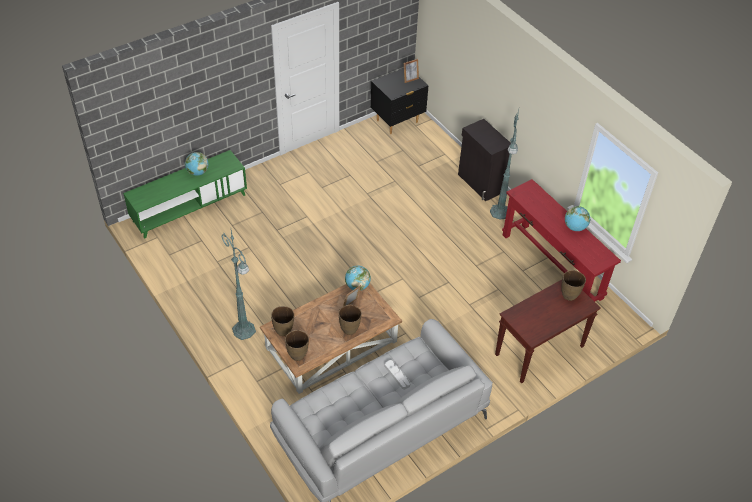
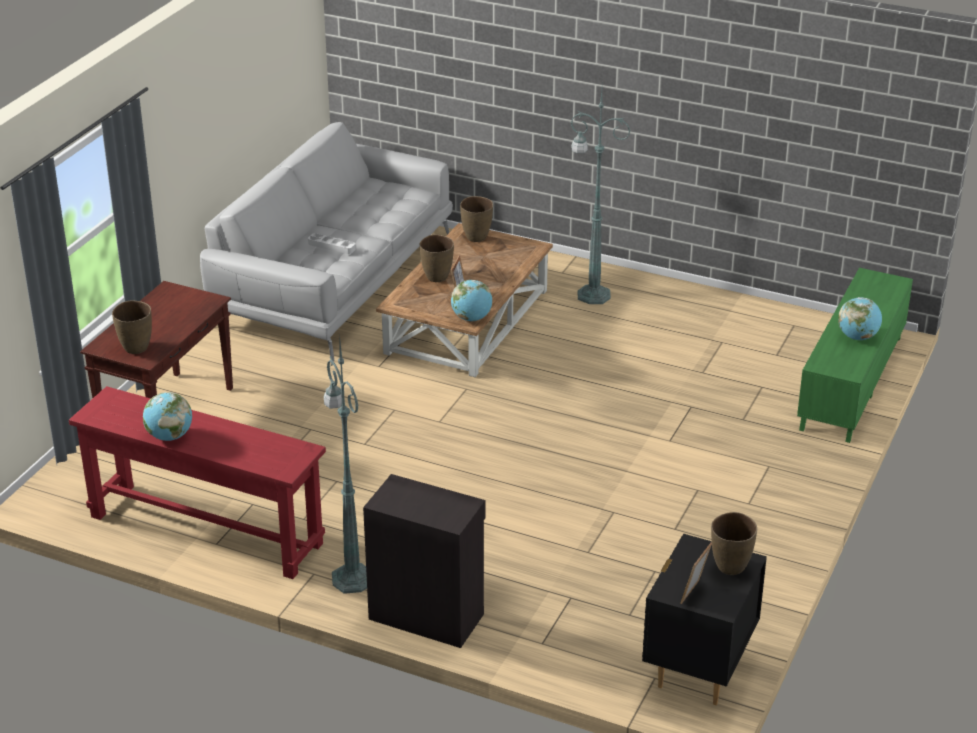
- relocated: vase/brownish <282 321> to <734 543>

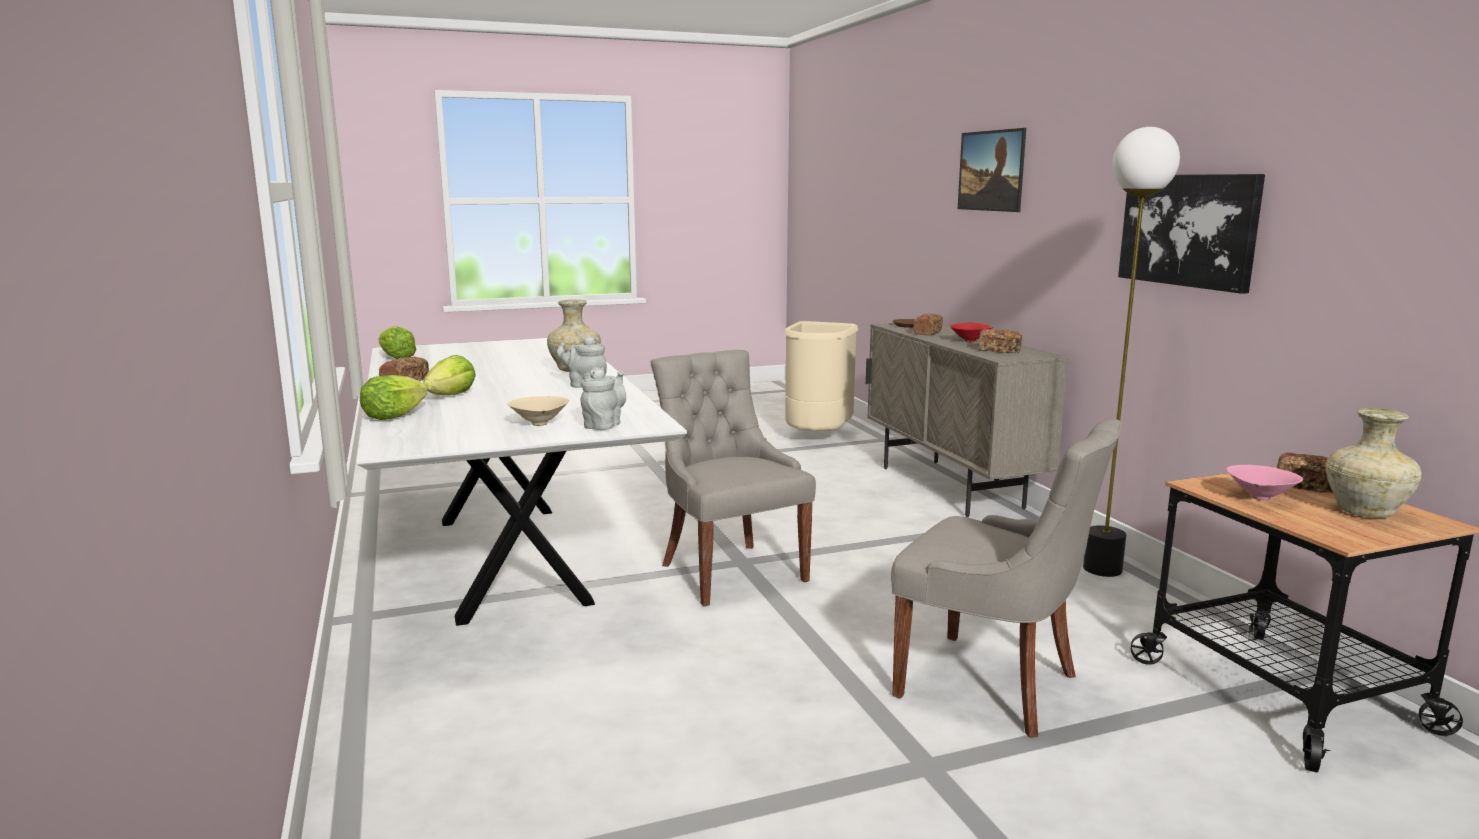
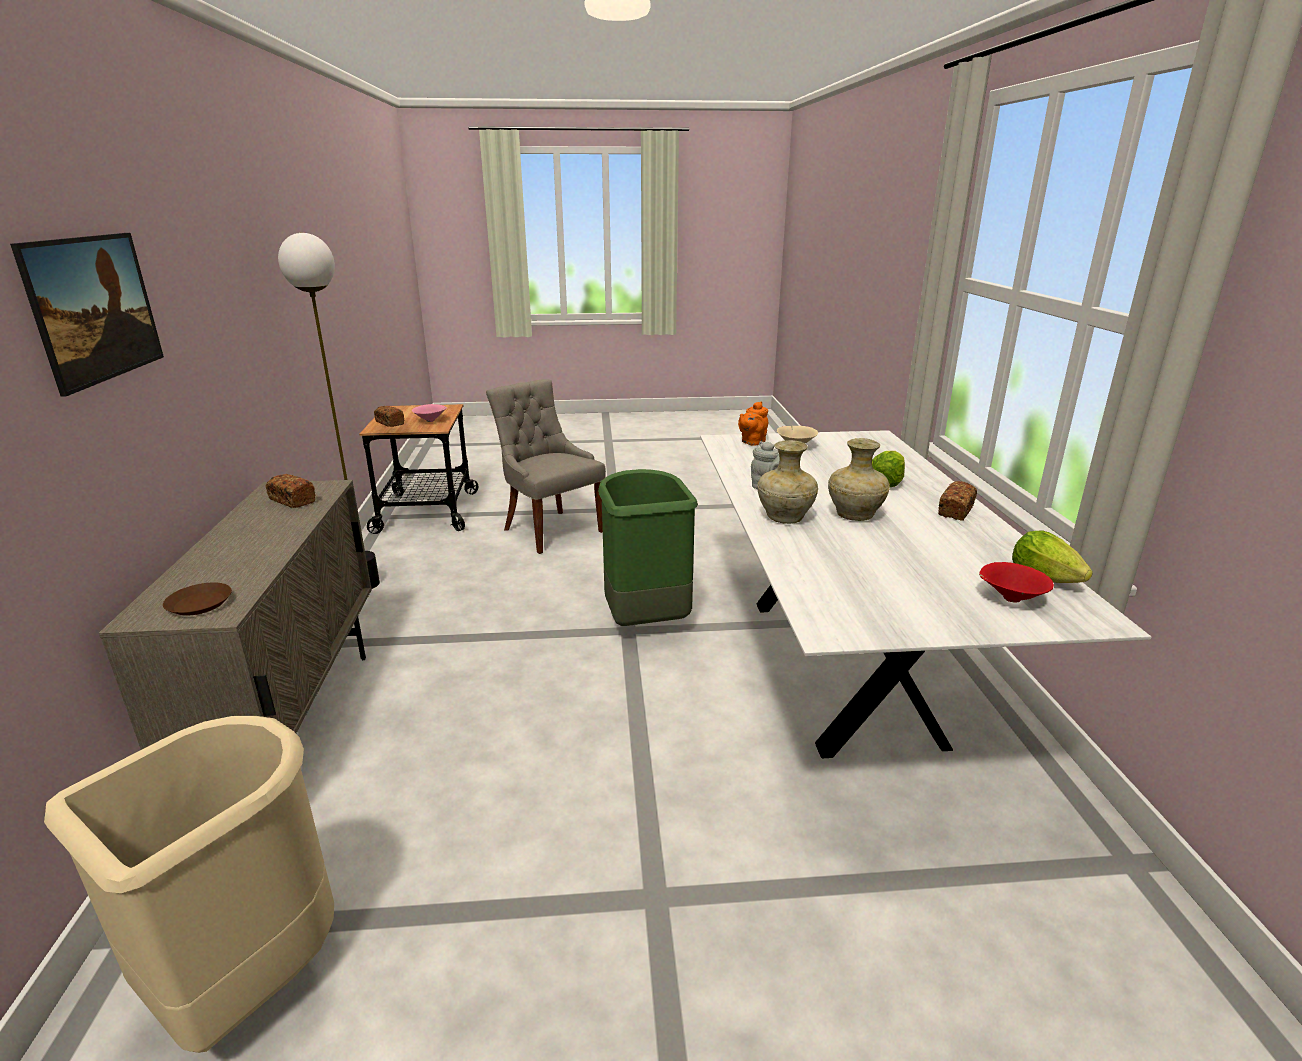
- exchanged: plain chair/grey <733 478> to waste bin/green <648 547>
- colour: tea pot/grey <603 399> to tea pot/orangey <753 423>
- relocated: vase/beige <1374 463> to <859 479>
- relocated: deep dish/red <971 332> to <1016 582>
- missing: lettuce <394 397>
- missing: bread <928 325>
- missing: wall art <1191 234>

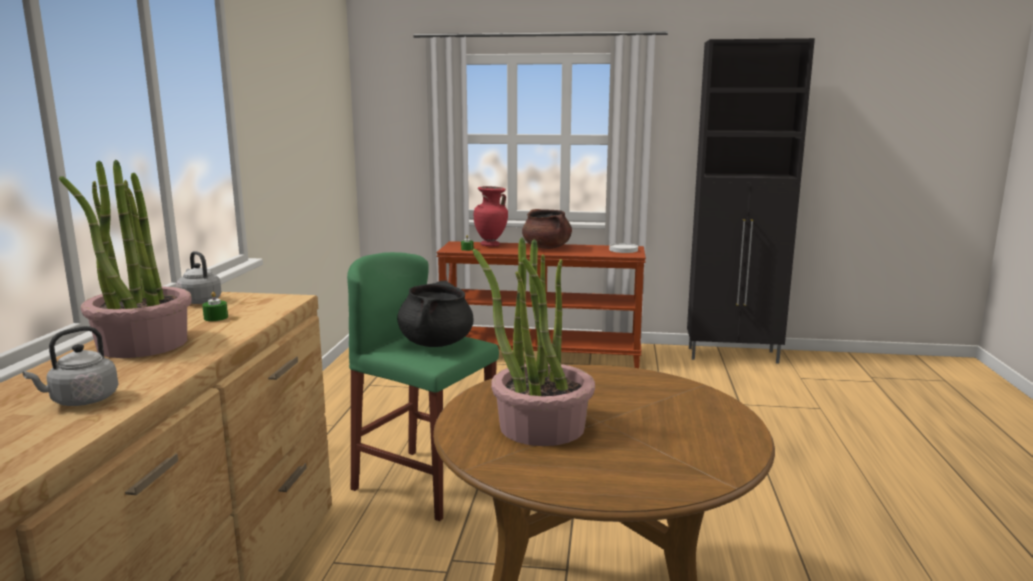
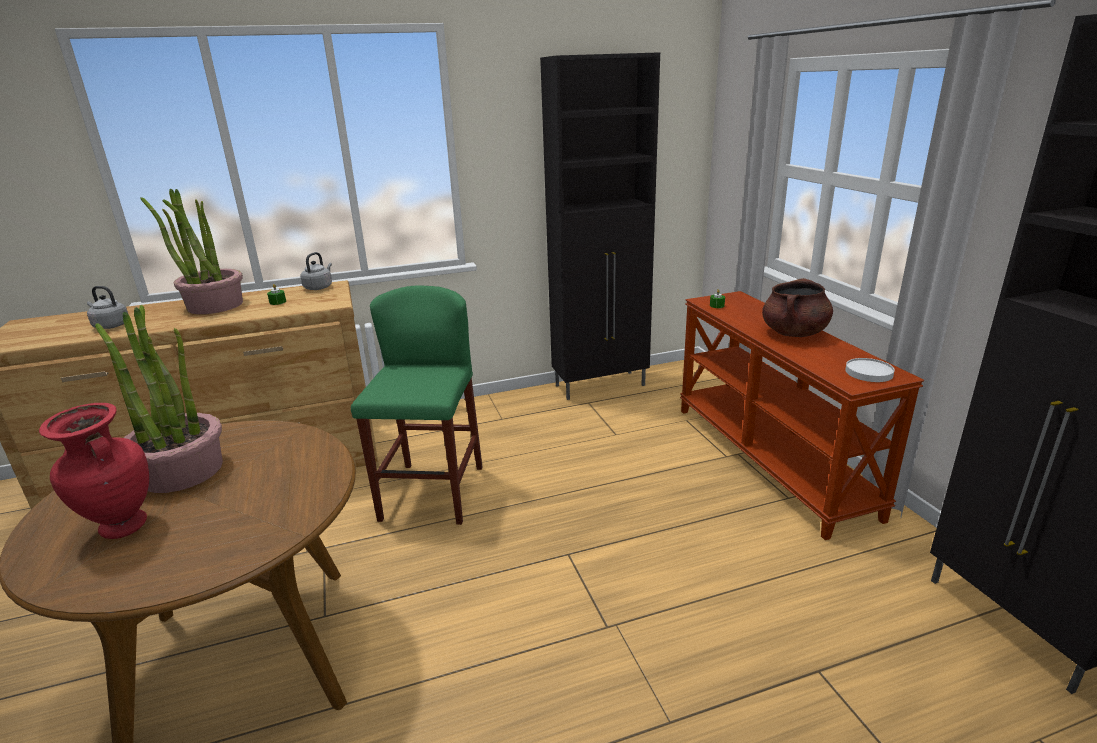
- relocated: vase/red <491 216> to <94 471>
- appeared: cabinet/black-coloured <600 226>
- missing: saucepot/black-coloured <435 314>

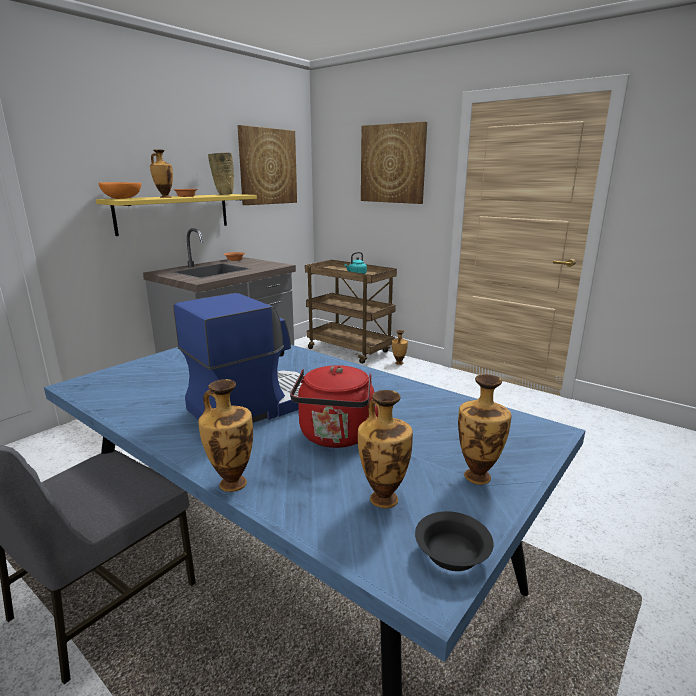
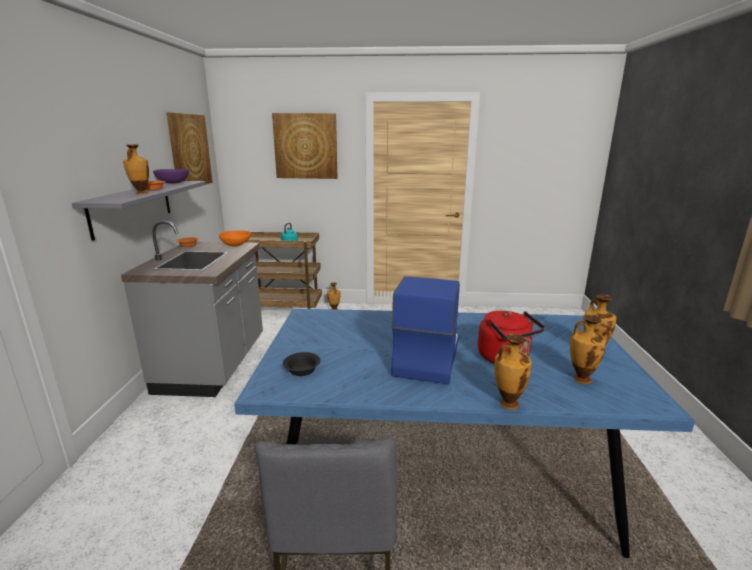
- colour: shelf/yellowish <176 215> to shelf/grey <139 211>
- exchanged: vase/beige <221 173> to deep dish/purplish <171 176>
- relocated: deep dish/orangey <120 190> to <235 238>
- relocated: deep dish/black-coloured <454 541> to <302 364>

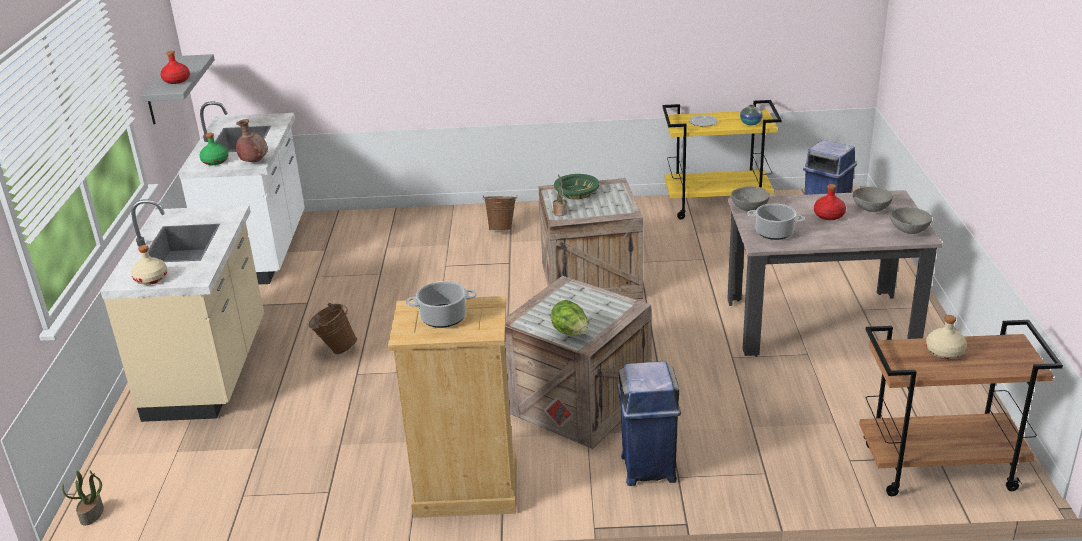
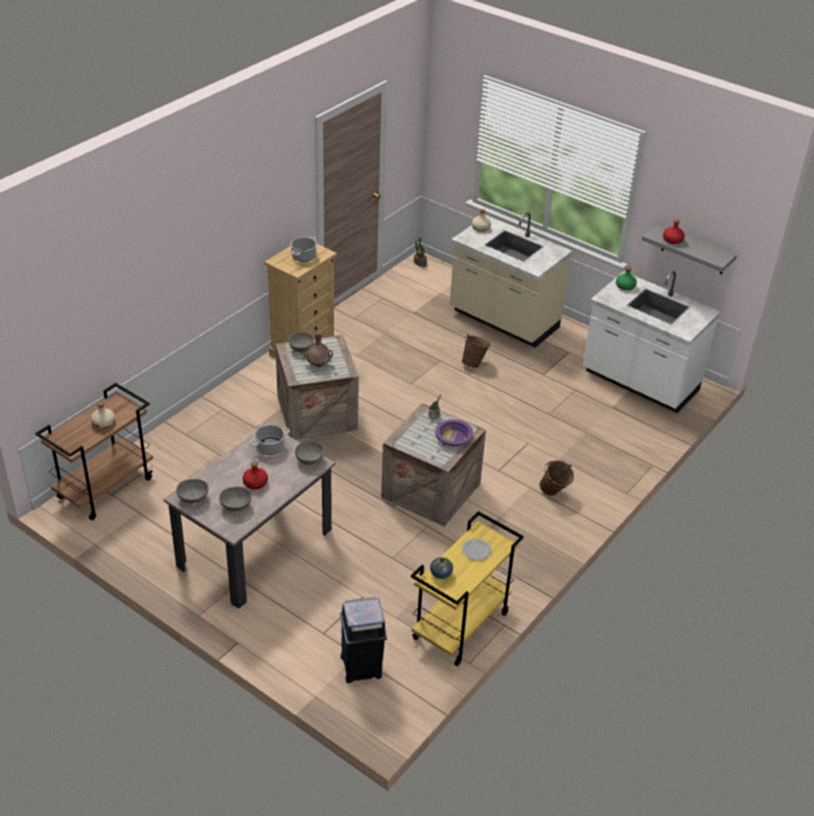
- exchanged: lettuce <569 317> to deep dish/grey <301 342>
- relocated: vase/brownish <252 140> to <318 350>
- colour: deep dish/green <576 187> to deep dish/purplish <454 433>
- missing: waste bin/blue <649 423>

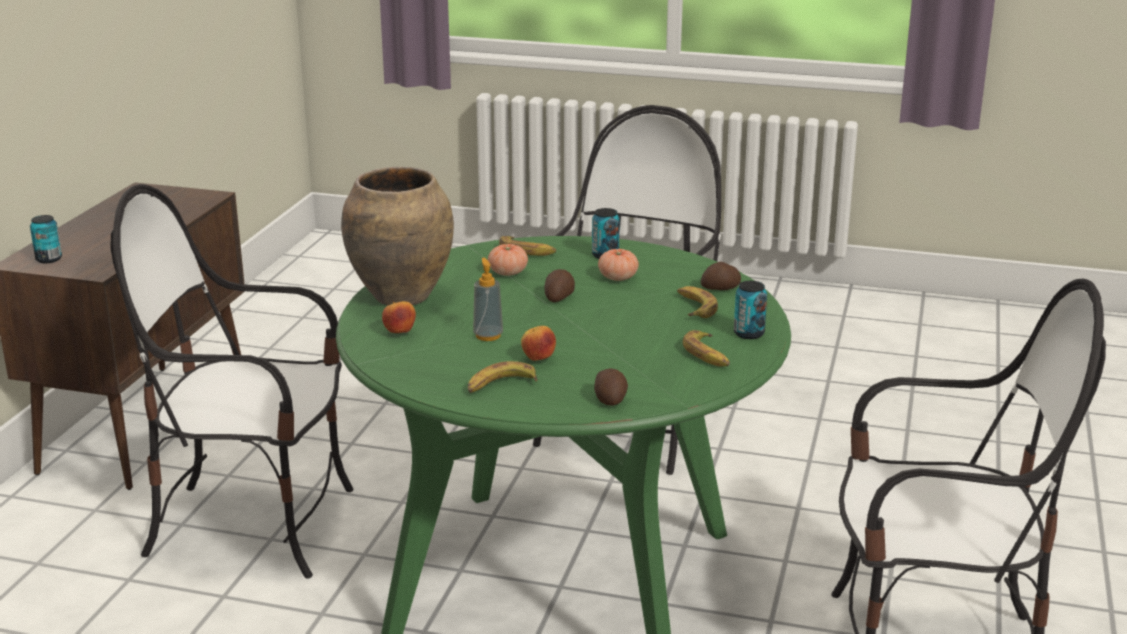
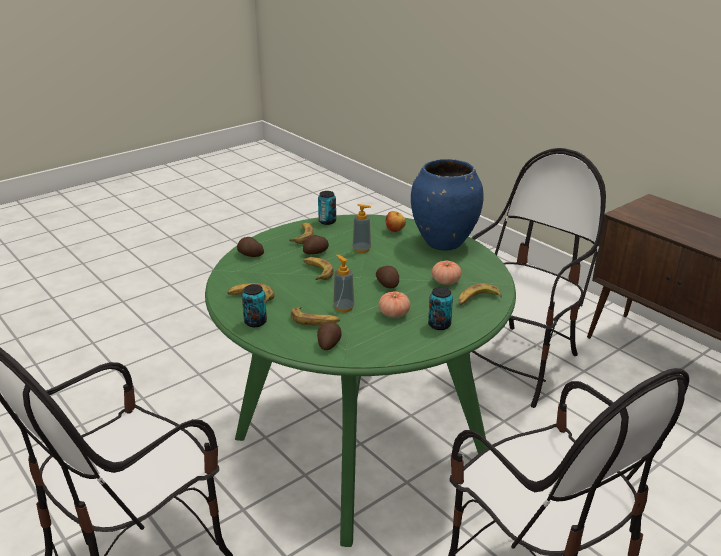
- exchanged: apple <538 343> to whole potato <316 244>
- appeared: whole banana <318 268>
- relocated: can <46 239> to <327 208>
- appeared: liquid soap bottle <344 283>
- colour: vase/brownish <397 236> to vase/blue <447 205>

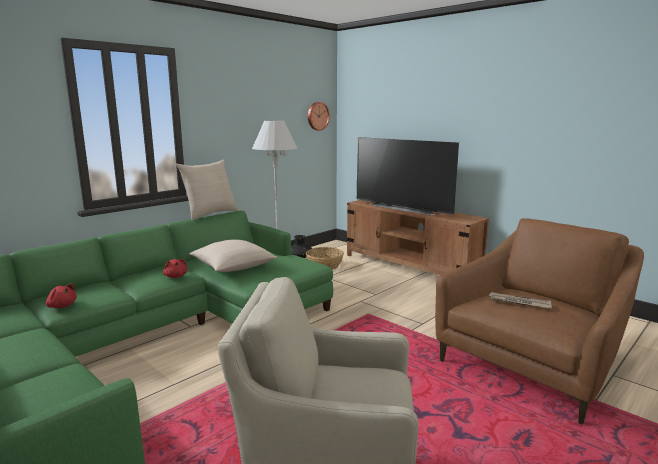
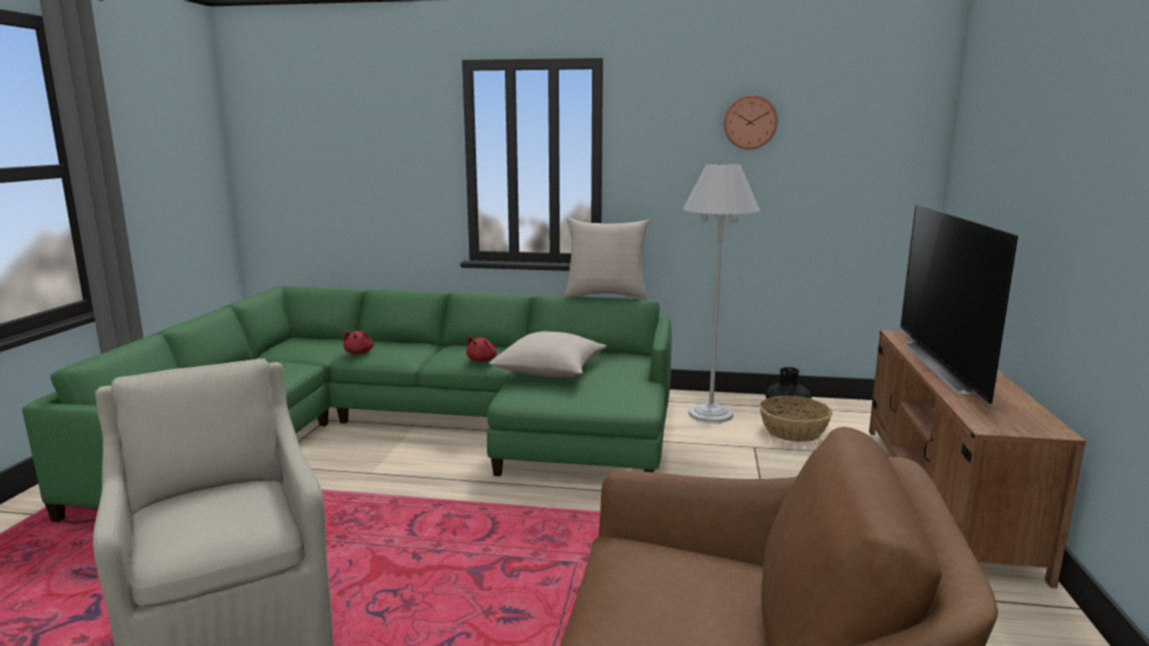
- relocated: wall clock <319 116> to <751 122>
- missing: printed paper <520 300>

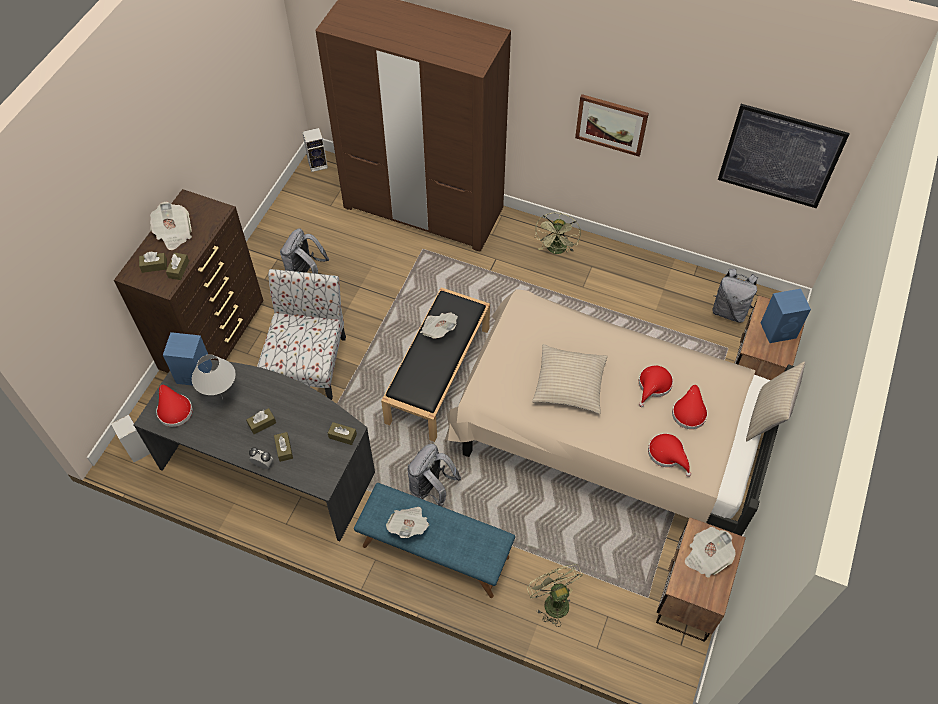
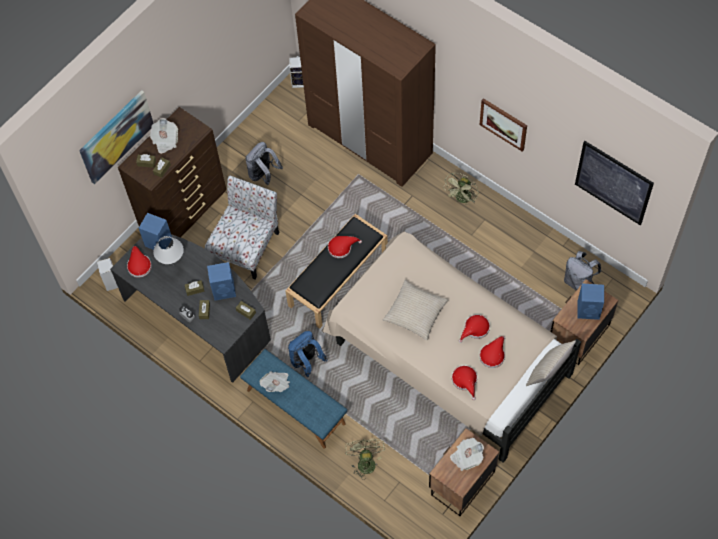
- appeared: wall art <116 137>
- appeared: loudspeaker/blue <221 281>
- colour: knapsack/grey <434 475> to knapsack/blue <308 354>
- exchanged: printed paper <439 325> to hat/red <345 247>

